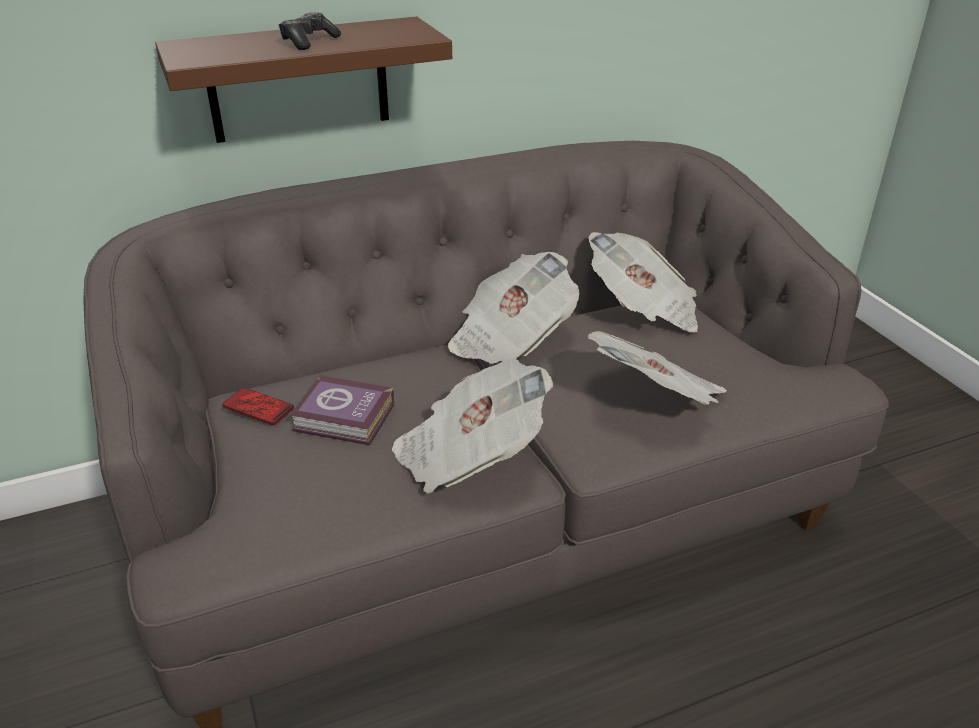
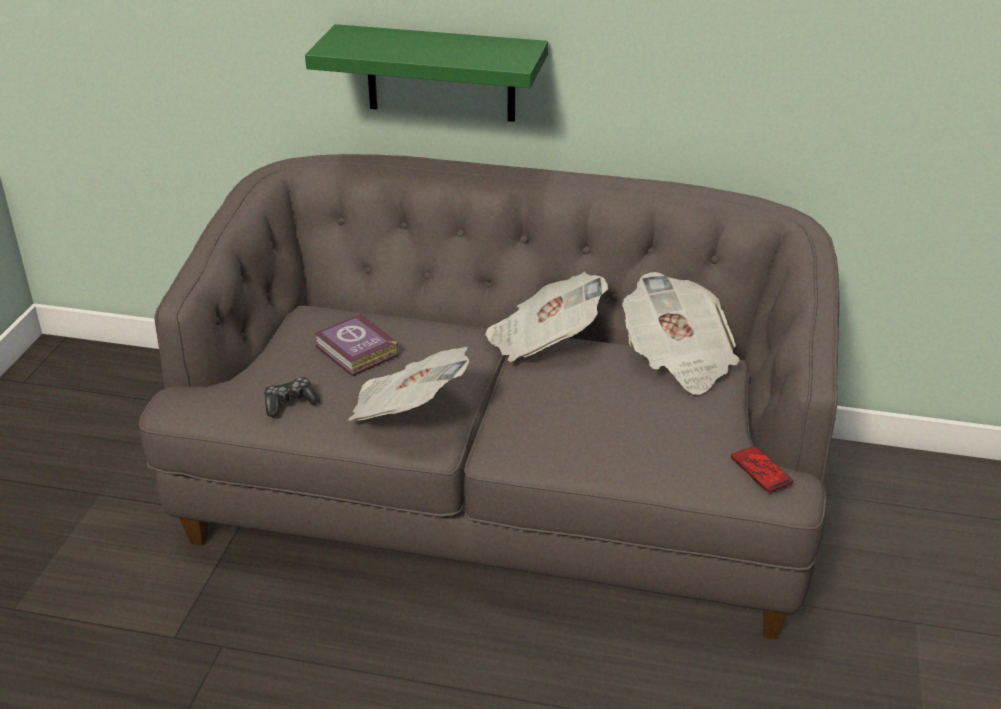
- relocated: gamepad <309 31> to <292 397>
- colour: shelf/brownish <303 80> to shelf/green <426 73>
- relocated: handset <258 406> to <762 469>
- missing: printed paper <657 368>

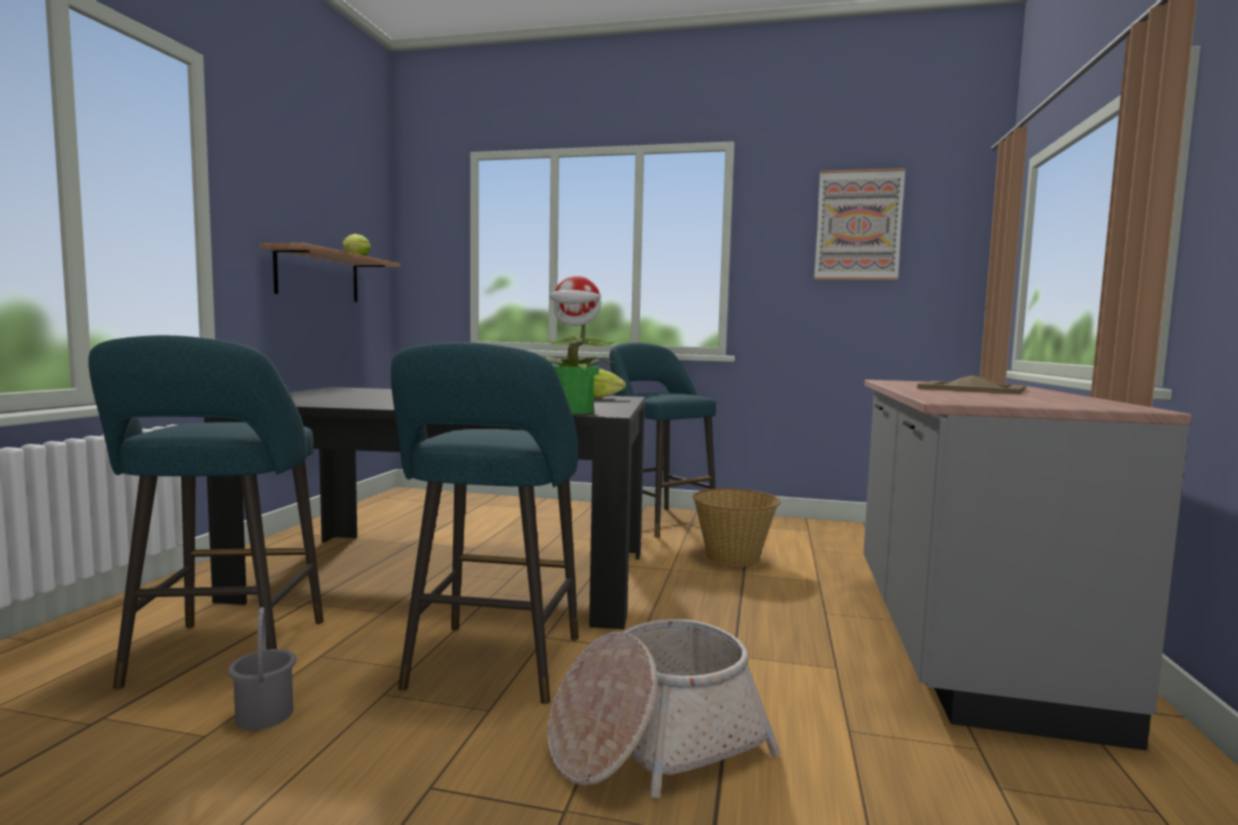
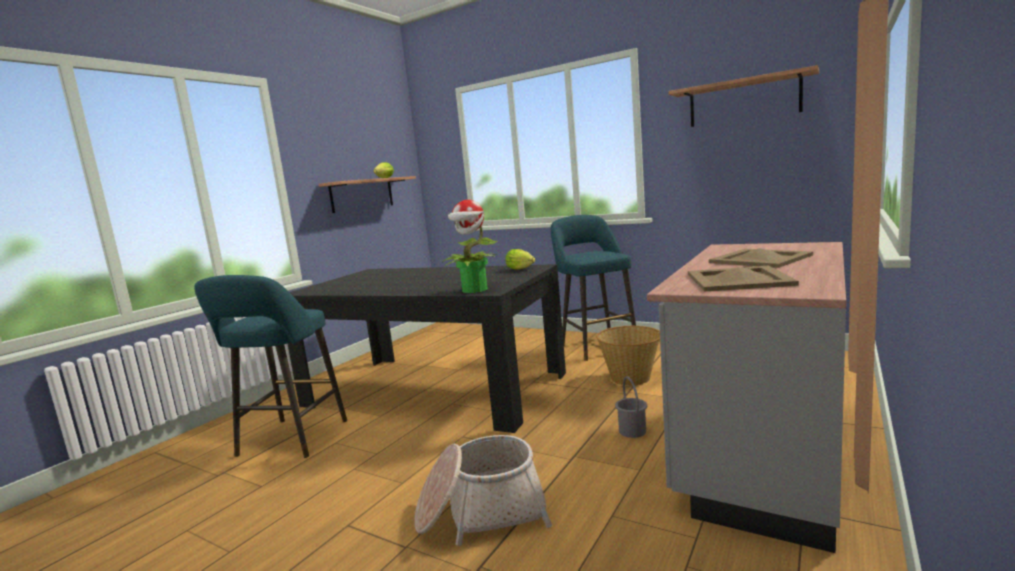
- relocated: pail/grey <262 668> to <631 407>
- exchanged: wall art <860 224> to shelf <743 96>
- appeared: carrying tray/beige <743 279>
- missing: stool/blue-green <485 523>

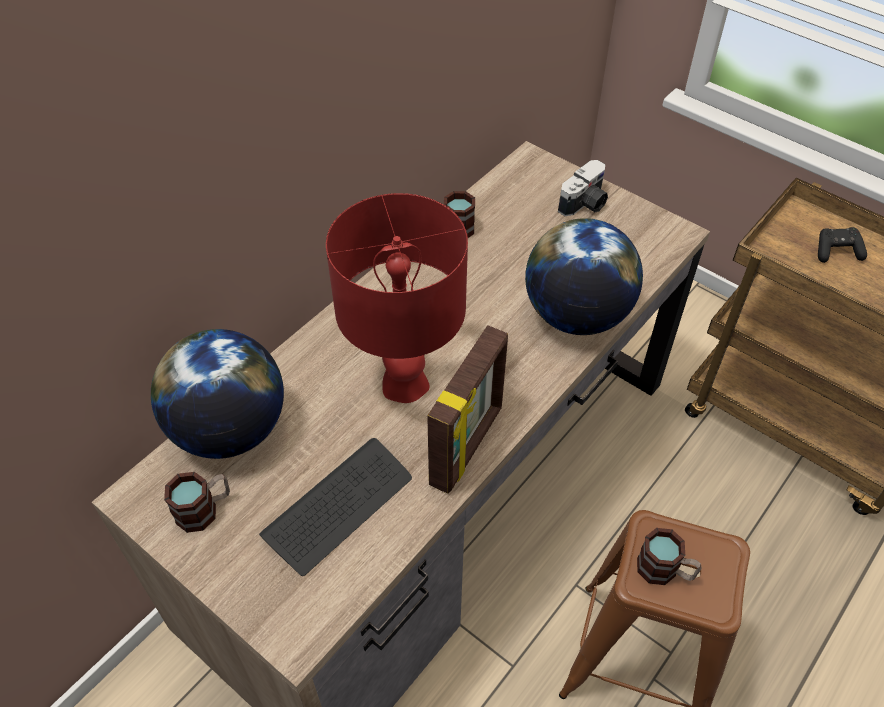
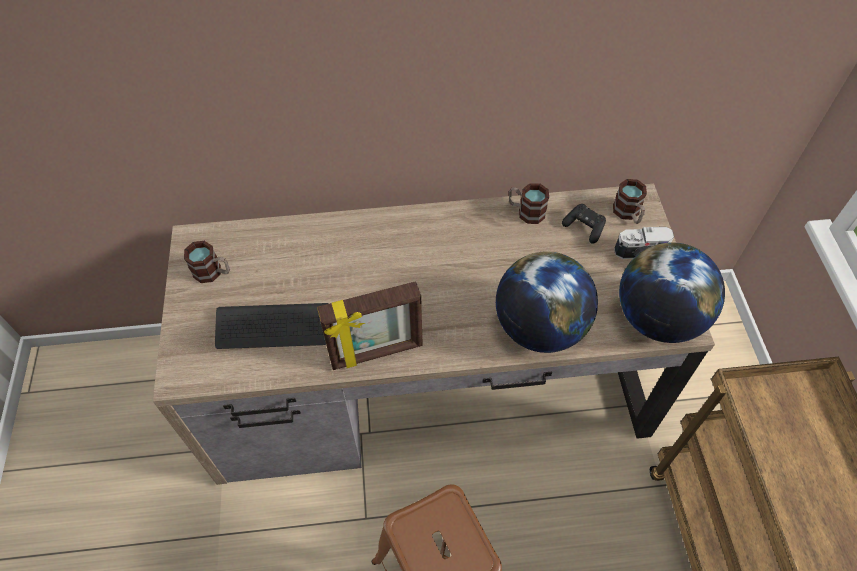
- relocated: gamepad/black-coloured <842 245> to <584 224>
- relocated: coffee mug <669 556> to <630 201>
- relocated: globe <217 394> to <672 293>
- missing: table lamp/red <397 298>

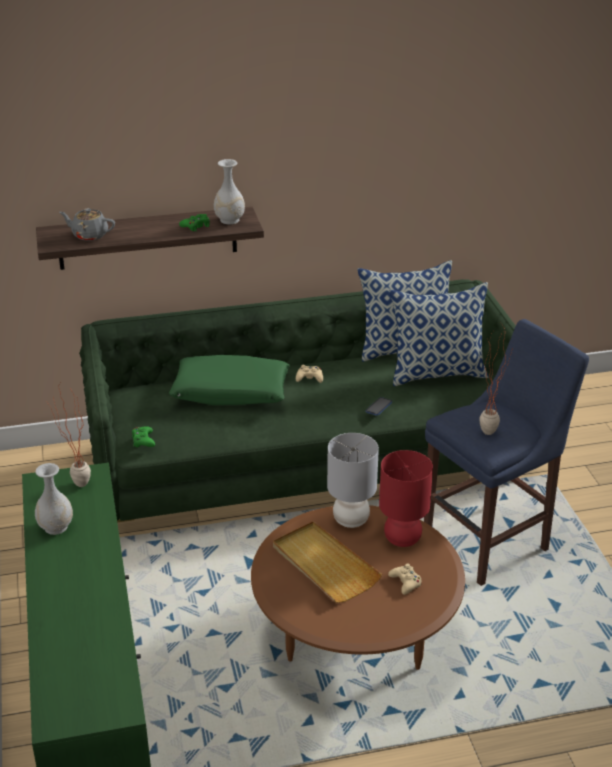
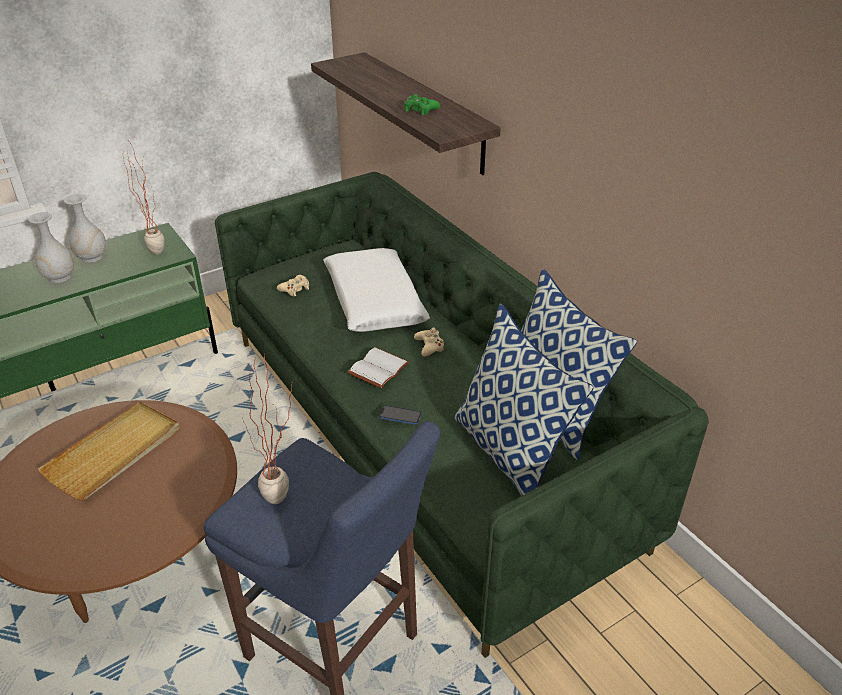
- relocated: vase/white <229 191> to <51 247>
- relocated: gamepad/beige <405 579> to <293 285>
- colour: throw pillow/green <229 380> to throw pillow/white <377 290>
- appeared: volume/white <378 368>
- missing: tea pot/grey <87 224>
- missing: gamepad/green <143 436>
- missing: table lamp/grey <353 480>
- missing: table lamp/red <406 498>

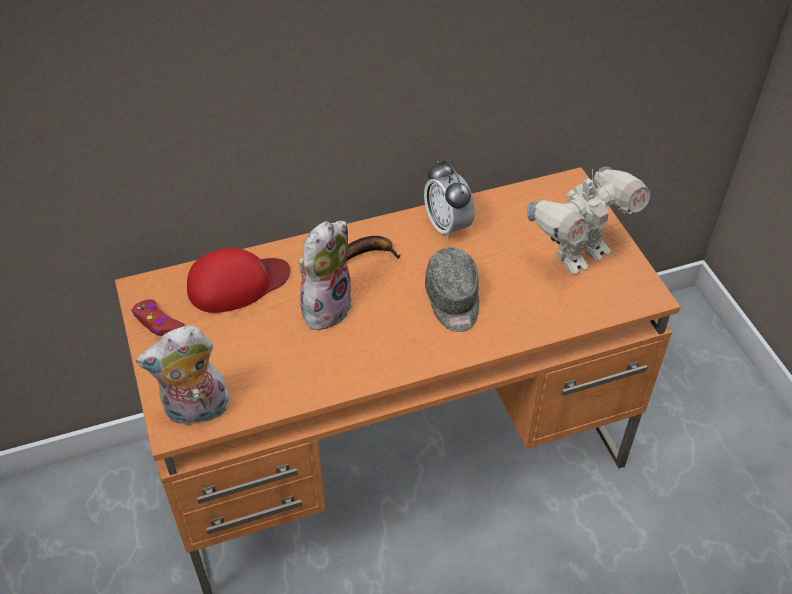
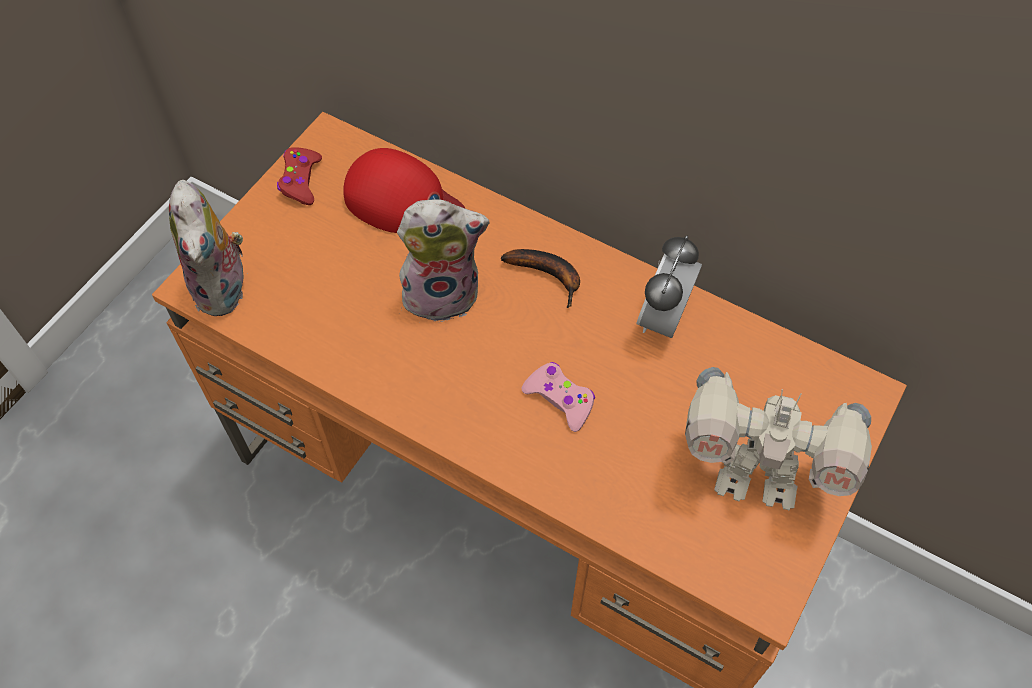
- spun: plush toy <182 375> = <208 248> 135 degrees counterclockwise
- exchanged: cap/grey <452 290> to gamepad/pinkish <558 397>

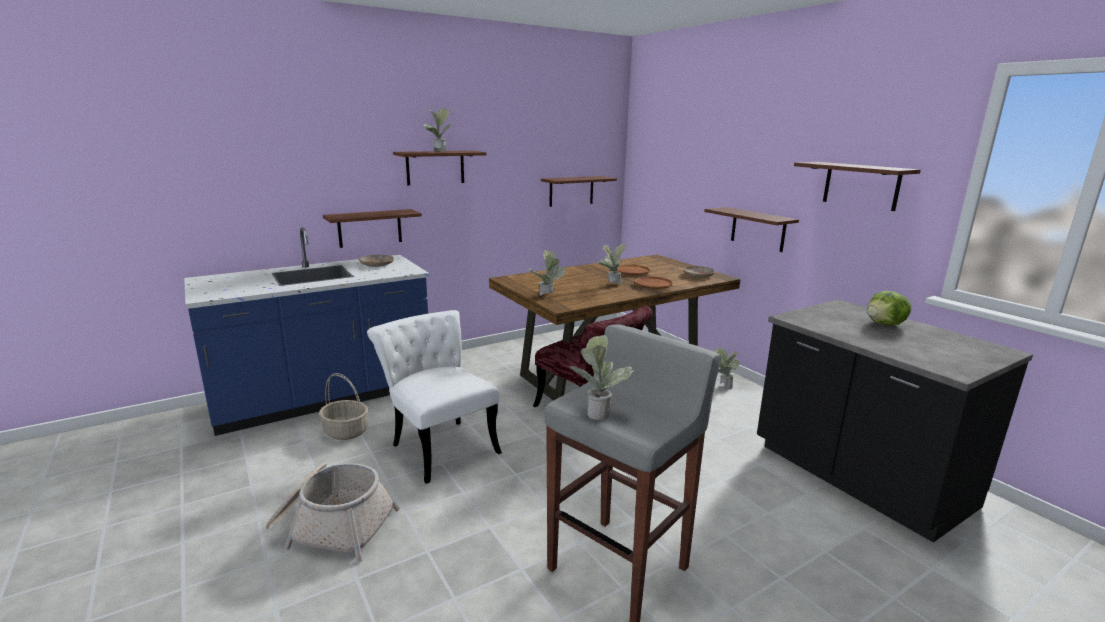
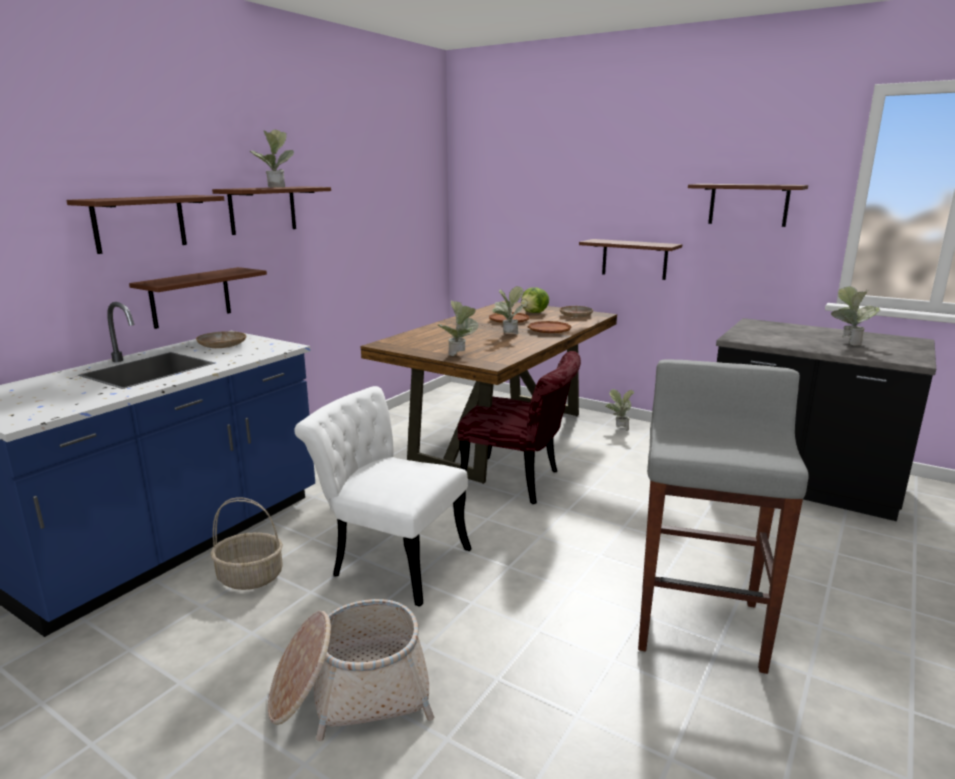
- relocated: shelf/brownish <579 191> to <145 224>
- relocated: lettuce <889 308> to <535 300>
- relocated: houseplant <602 377> to <855 316>

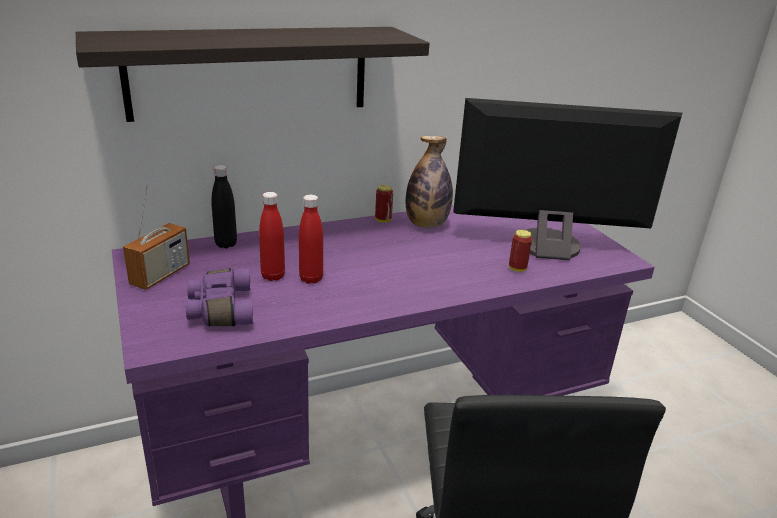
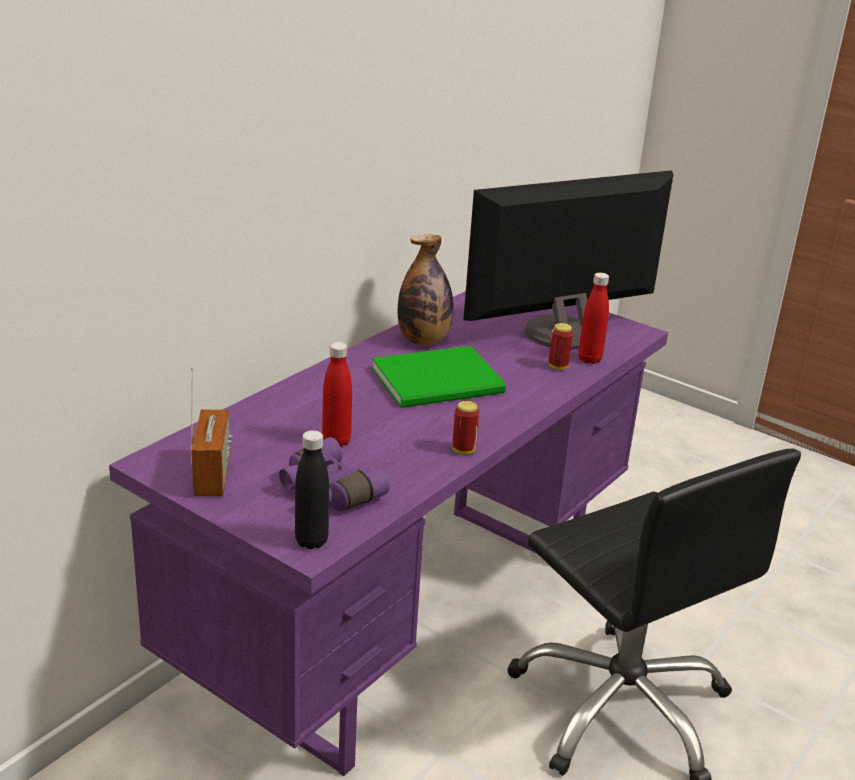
- relocated: drink bottle/black-coloured <224 206> to <312 489>
- appeared: volume/green <439 377>
- relocated: can <384 204> to <466 427>
- relocated: drink bottle/red <311 239> to <593 318>
- missing: shelf <253 74>

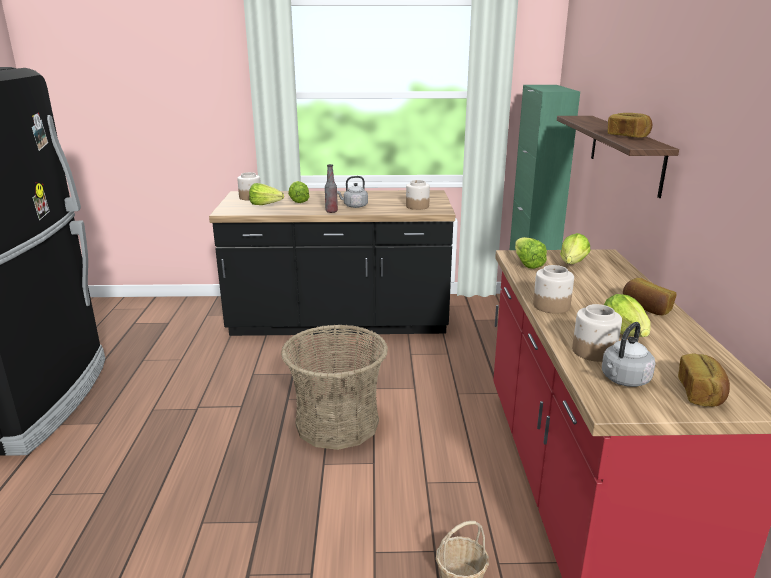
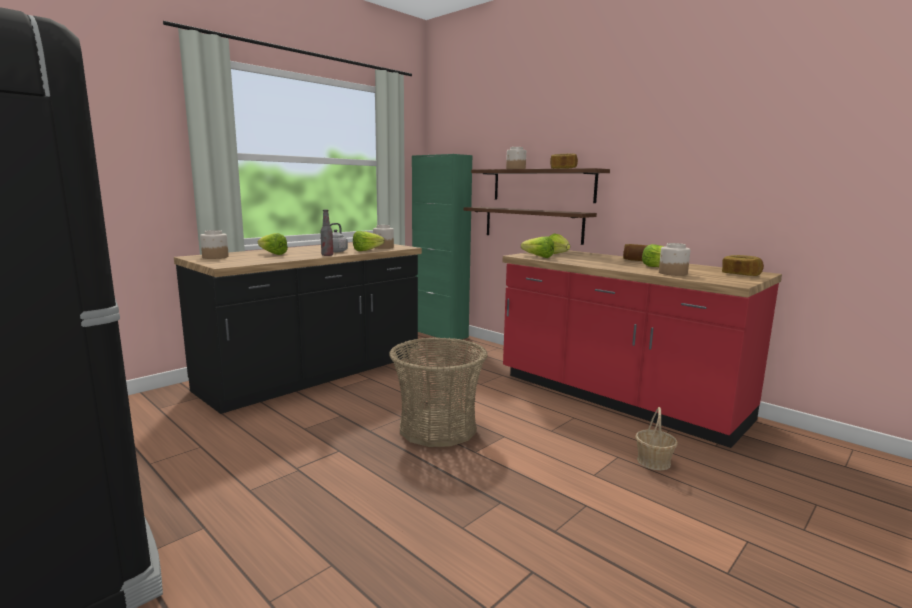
- relocated: lettuce <266 194> to <368 241>
- appeared: shelf <530 226>
- relocated: jar <553 289> to <516 158>
- missing: water kettle/grey <628 354>

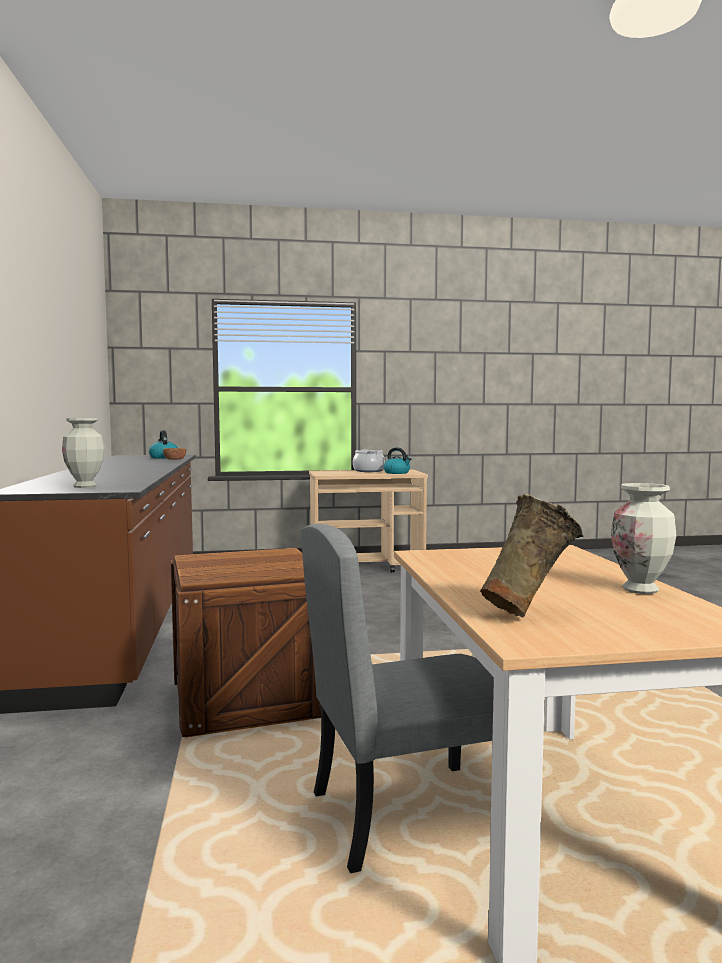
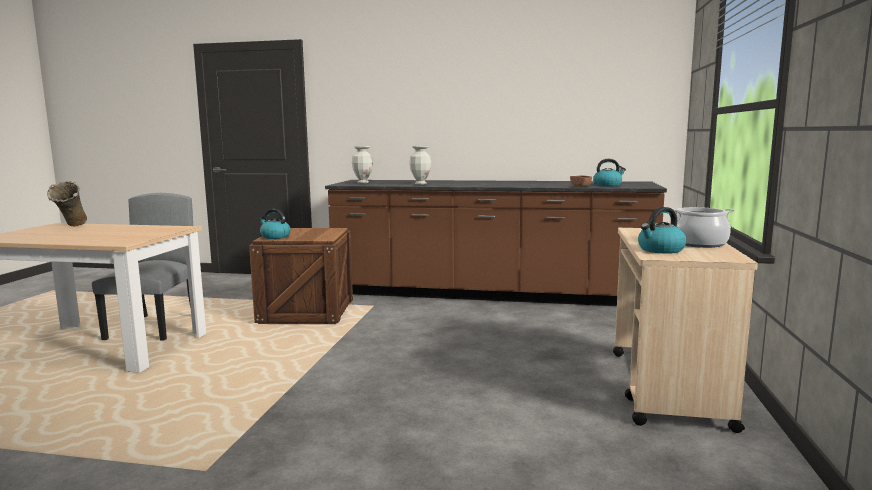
- appeared: water kettle <275 224>
- relocated: vase <644 538> to <420 165>

